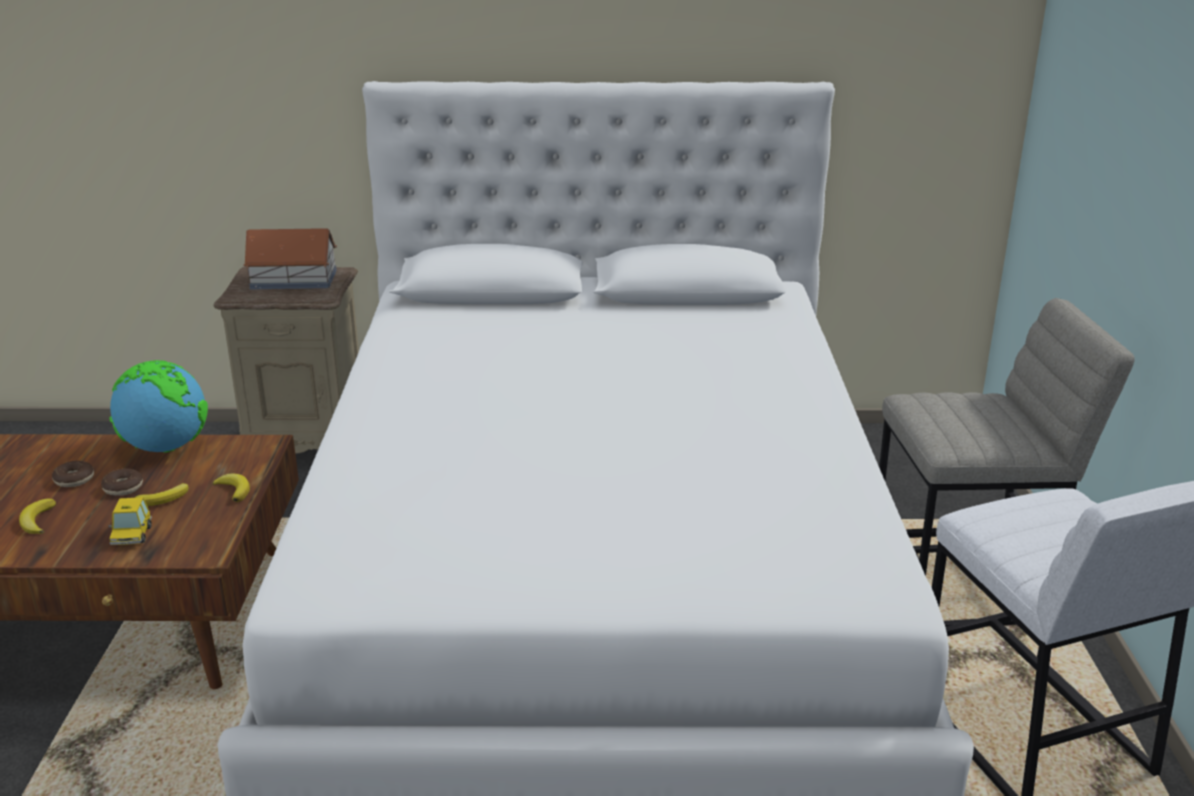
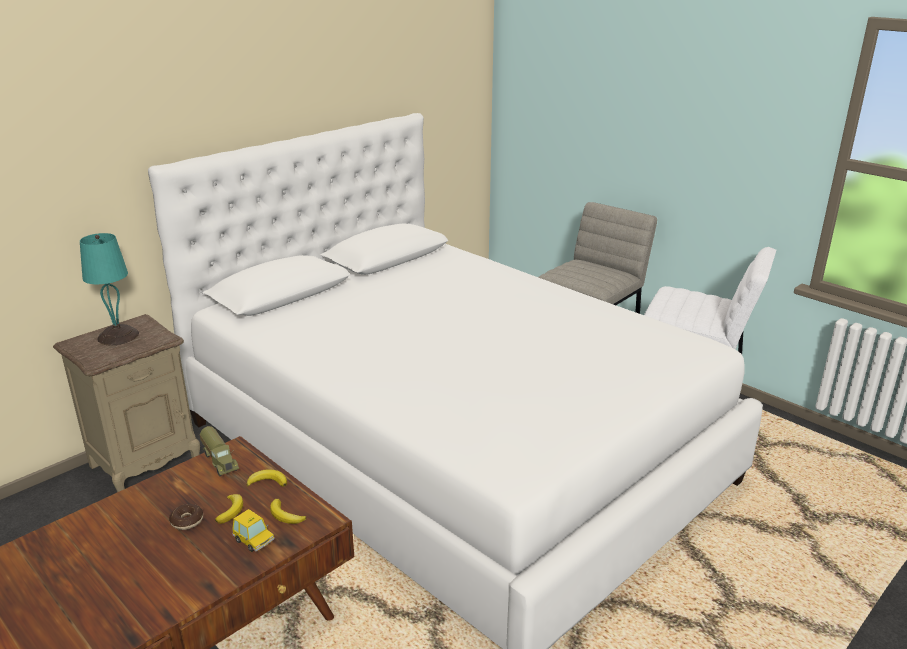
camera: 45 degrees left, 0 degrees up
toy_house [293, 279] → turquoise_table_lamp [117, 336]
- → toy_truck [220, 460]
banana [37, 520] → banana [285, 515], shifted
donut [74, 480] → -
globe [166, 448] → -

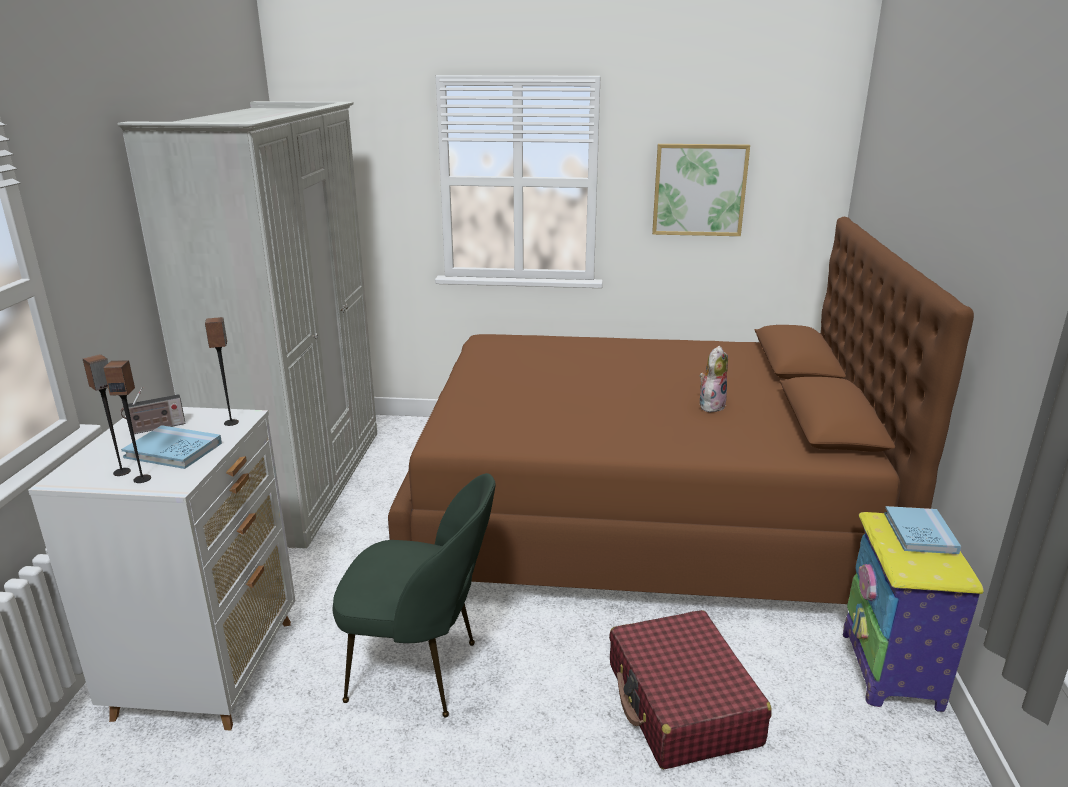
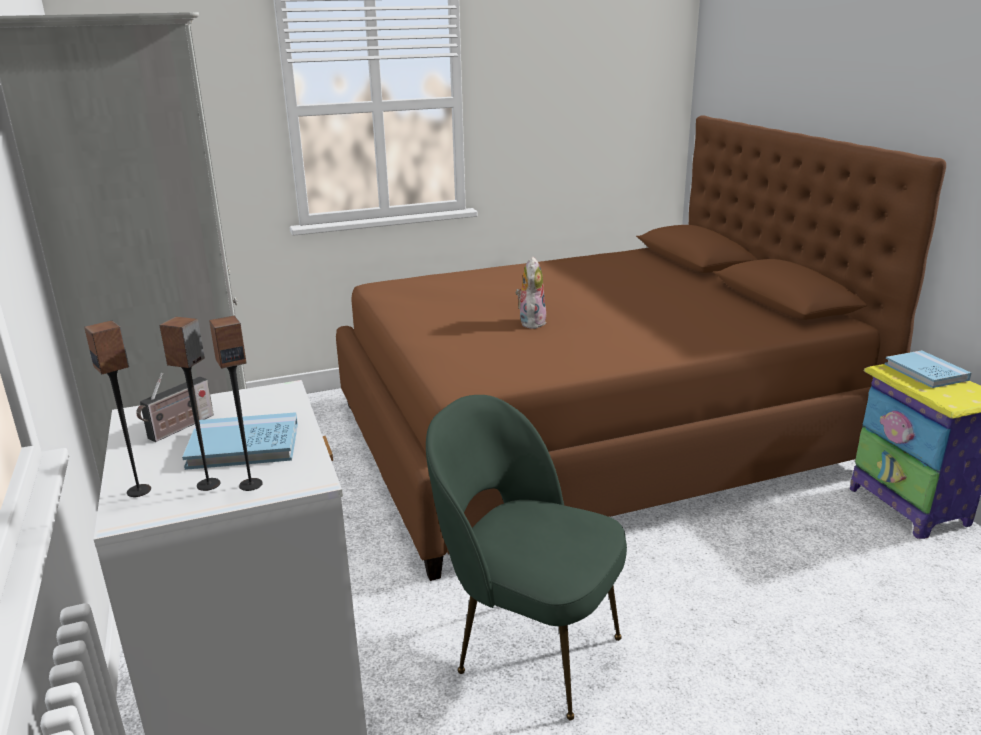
camera: 25 degrees left, 0 degrees up
speaker [231, 422] → speaker [139, 490], shifted
green_chair [423, 674] → green_chair [528, 649], 135 degrees counterclockwise
plush_toy [711, 405] → plush_toy [531, 322], shifted
red_suitcase [682, 704] → -
picture [699, 190] → -

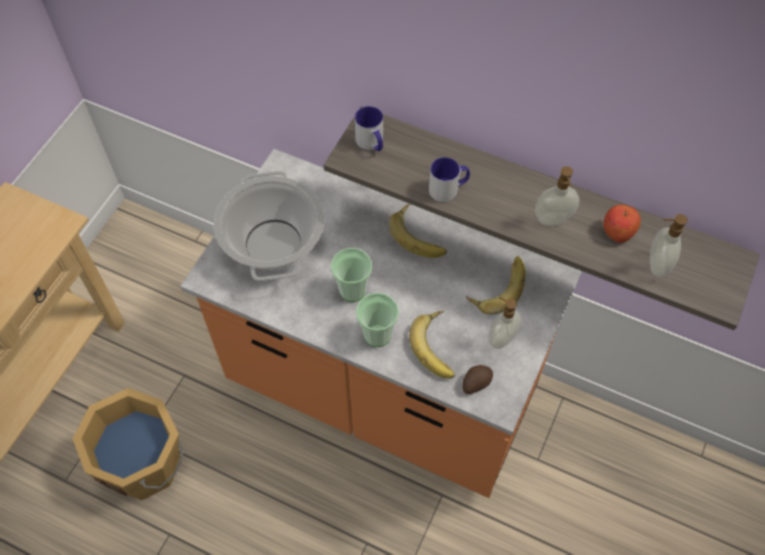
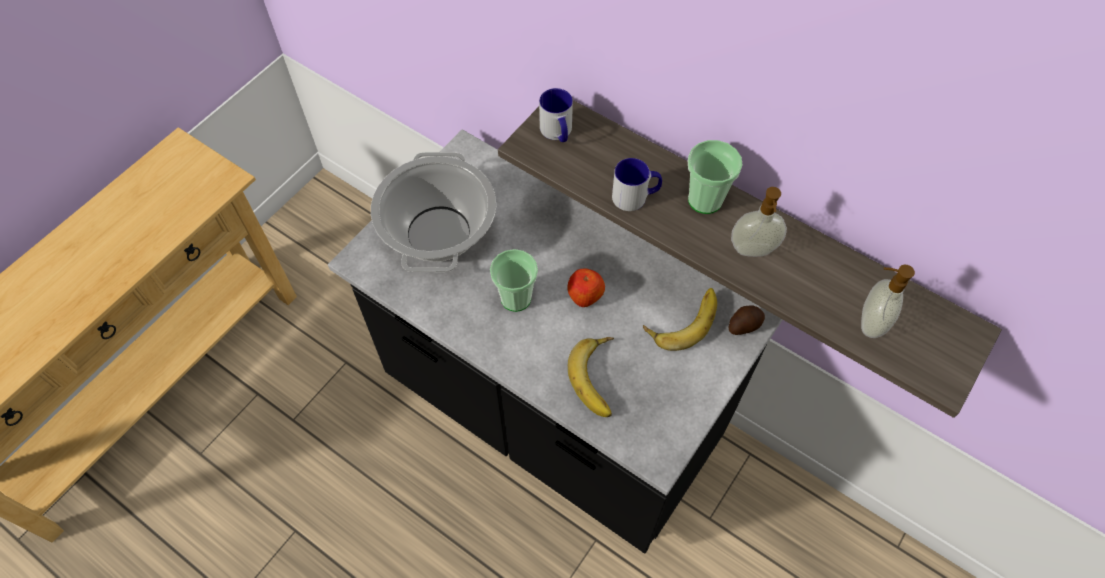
camera: 10 degrees right, 0 degrees up
orange_counter [382, 389] → black_counter [552, 412]
apple [618, 231] → apple [585, 295], shifted
cup [377, 334] → cup [705, 200], shifted
potato [476, 382] → potato [744, 325], shifted
orange_bucket [145, 462] → -
banana [420, 234] → -
soap_dispenser [501, 338] → -

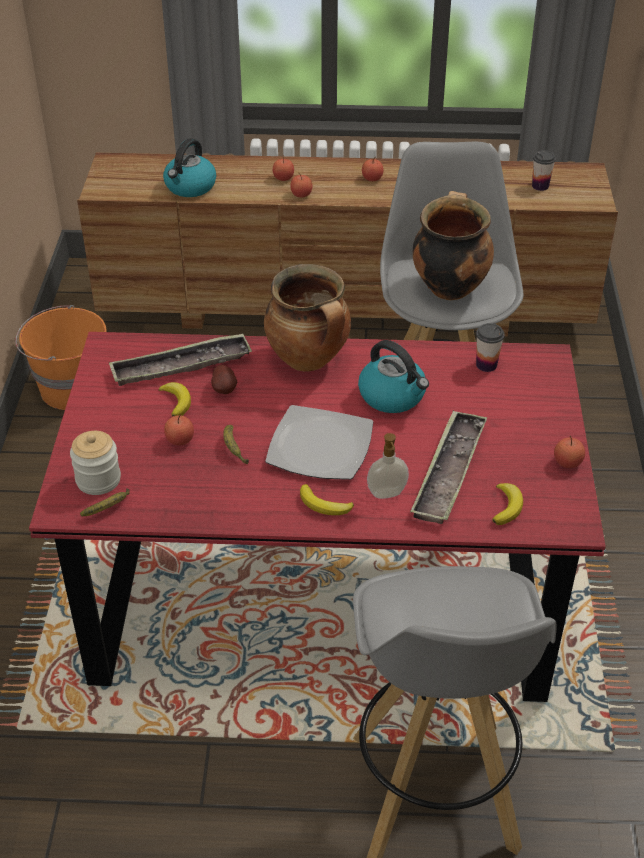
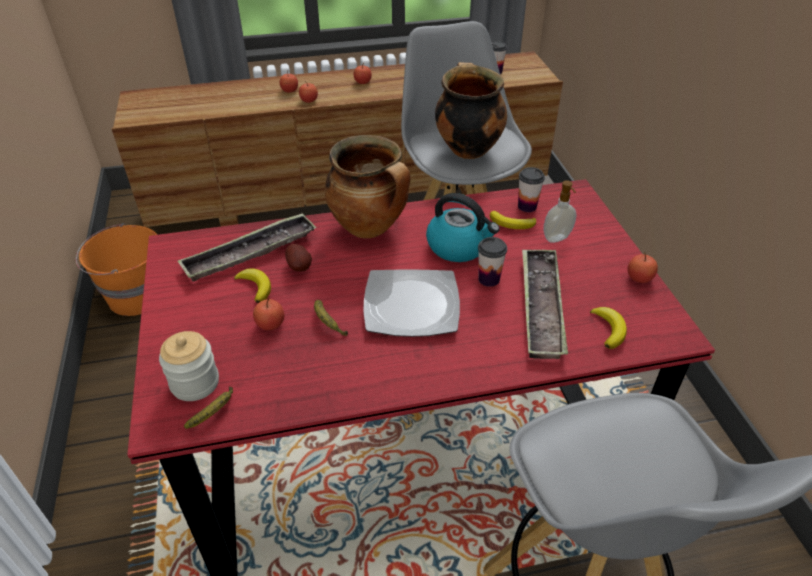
camera: 15 degrees left, 0 degrees up
- → cup [489, 279]
banana [324, 505] → banana [512, 224], shifted
soap_dispenser [387, 494] → soap_dispenser [557, 238], shifted
kettle [190, 187] → -

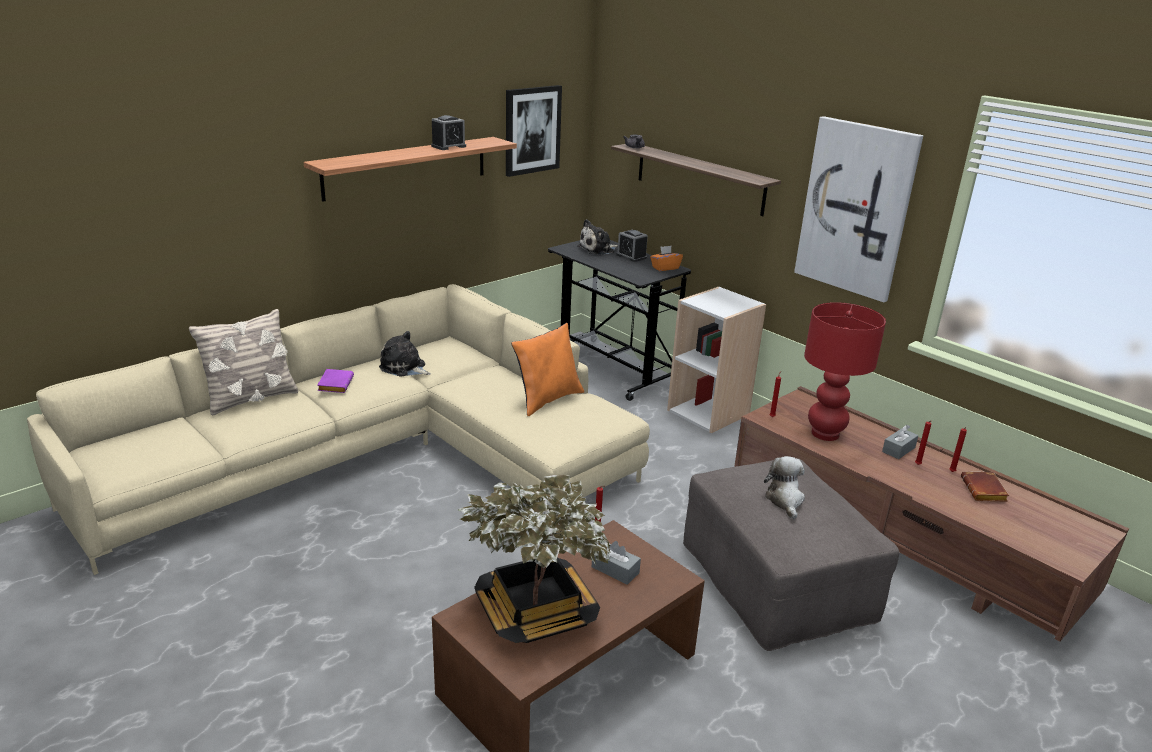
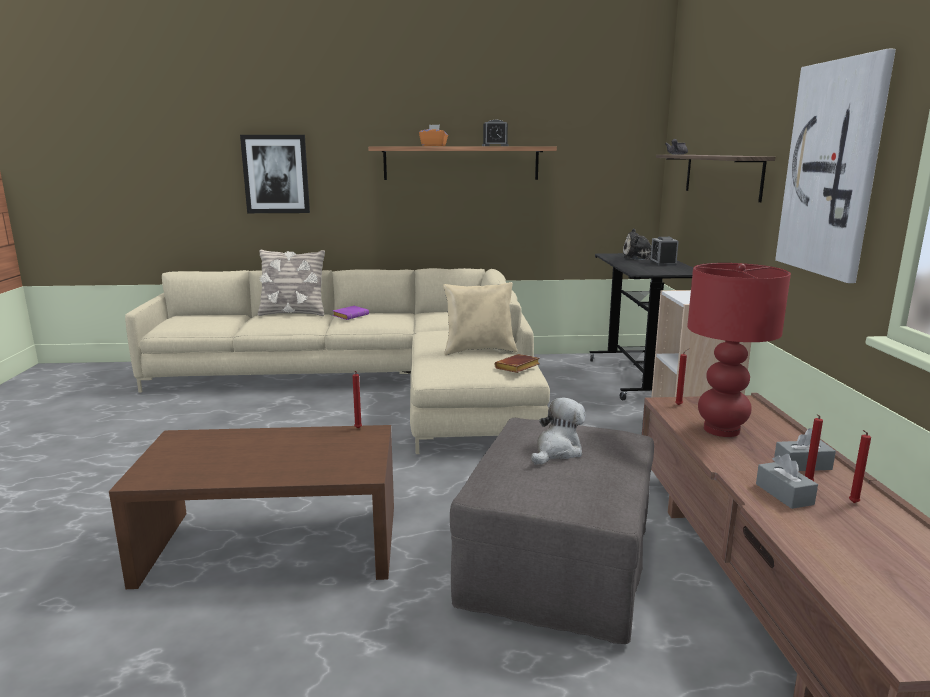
camera: 40 degrees right, 10 degrees down
picture [532, 130] → picture [276, 174], shifted
orange_tissue_box [665, 268] → orange_tissue_box [433, 146], shifted
orange_pillow [547, 399] → beige_pillow [479, 350]
brown_book [985, 491] → brown_book [517, 368], shifted
grey_tissue_box [615, 570] → grey_tissue_box [784, 494], shifted
plush_toy [404, 368] → -
potted_plant [536, 612] → -

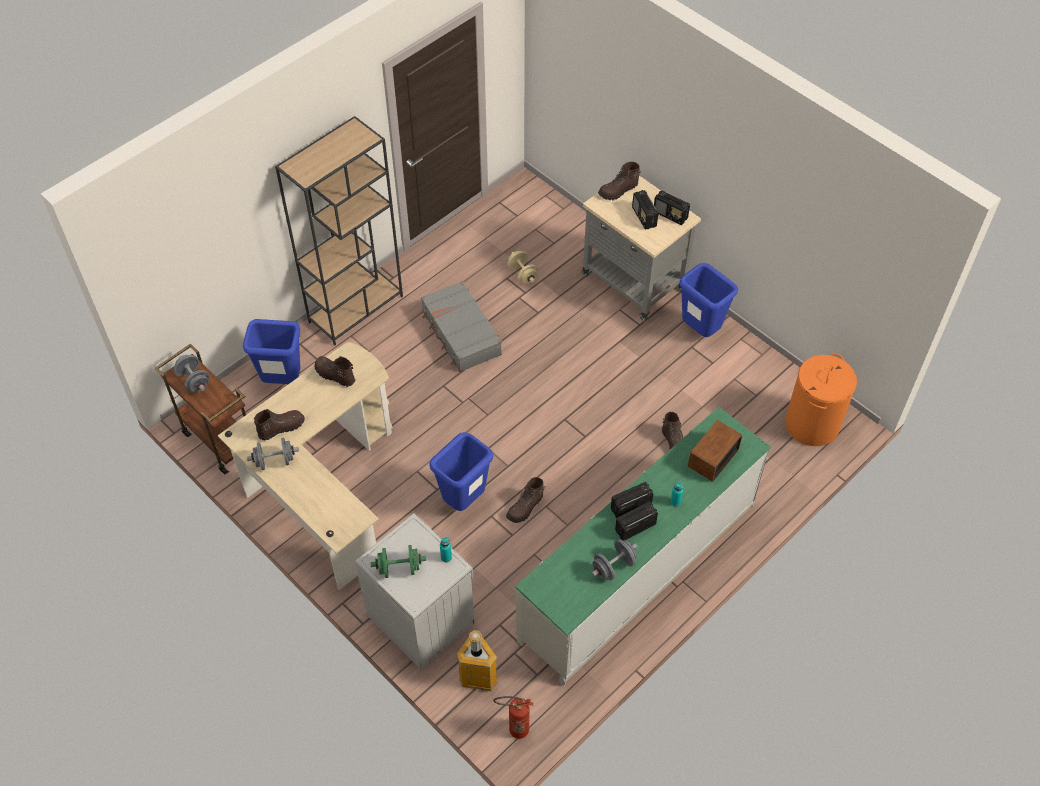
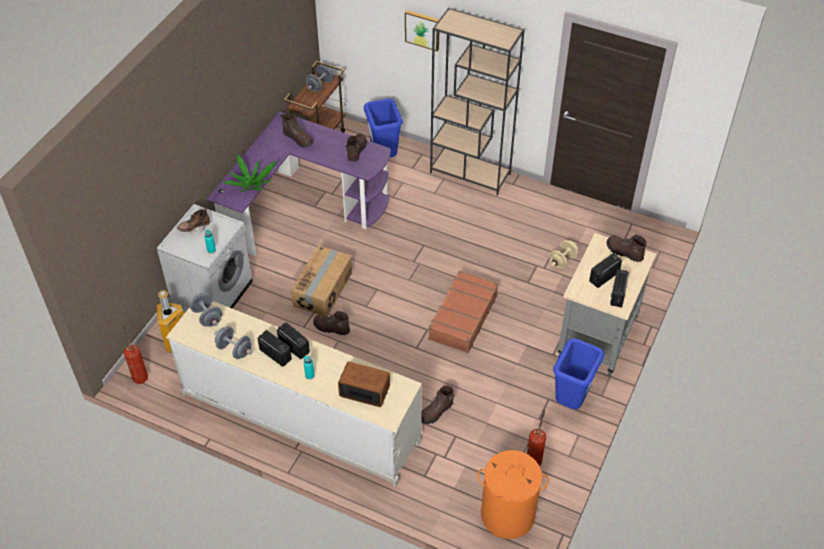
camera: 70 degrees right, 5 degrees down
green_cabinet [639, 571] → beige_cabinet [300, 418]
green_dumbbell [399, 568] → brown_boot [194, 228]
grey_dumbbell [275, 461] → grey_dumbbell [207, 317], shifted
beige_desk [322, 486] → purple_desk [303, 206]
- → potted_plant [251, 186]
blue_trash_can [464, 500] → cardboard_box [323, 289]
- → picture [423, 29]
- → brown_suitcase [462, 317]
- → fire_extinguisher [534, 458]
grey_suitcase [461, 333] → -

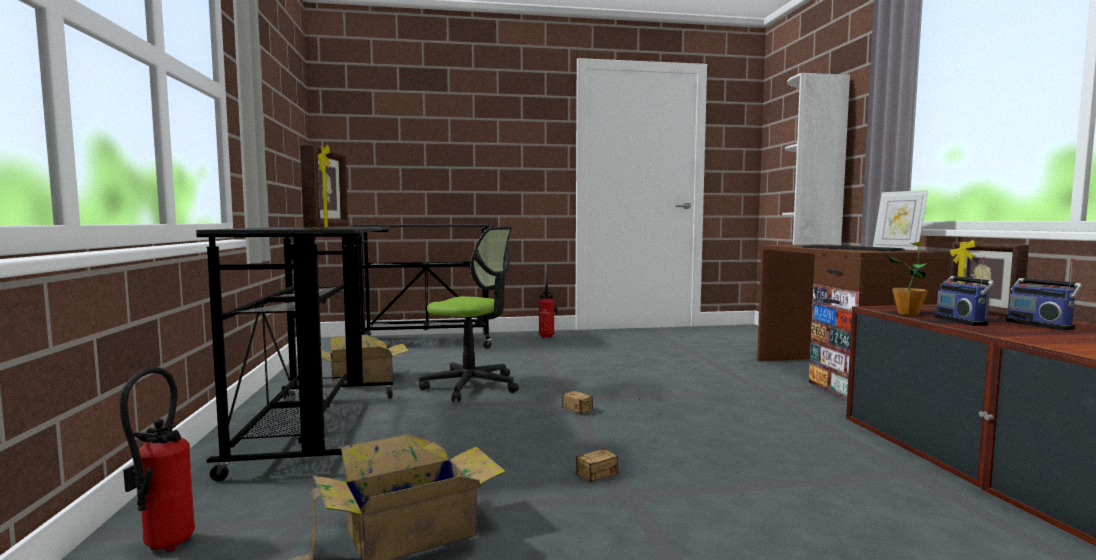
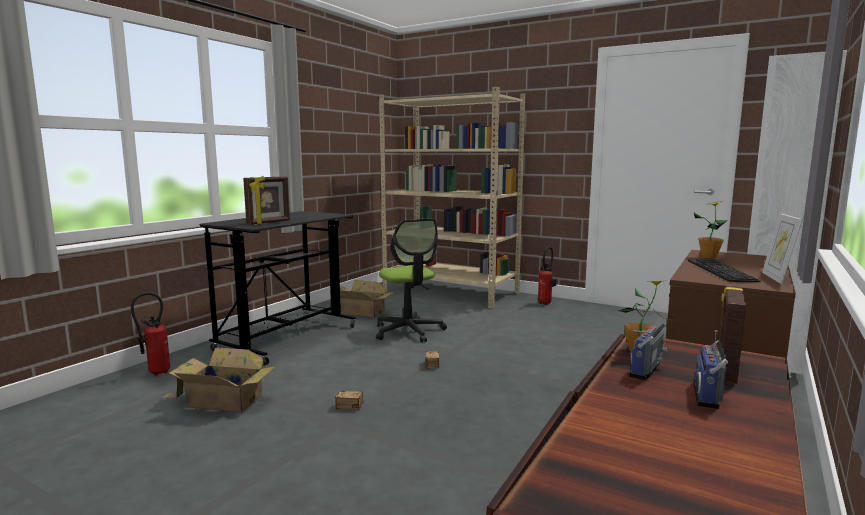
camera: 40 degrees right, 5 degrees up
black_desk [426, 343] → beige_bookcase [450, 292]
- → potted_plant [709, 257]

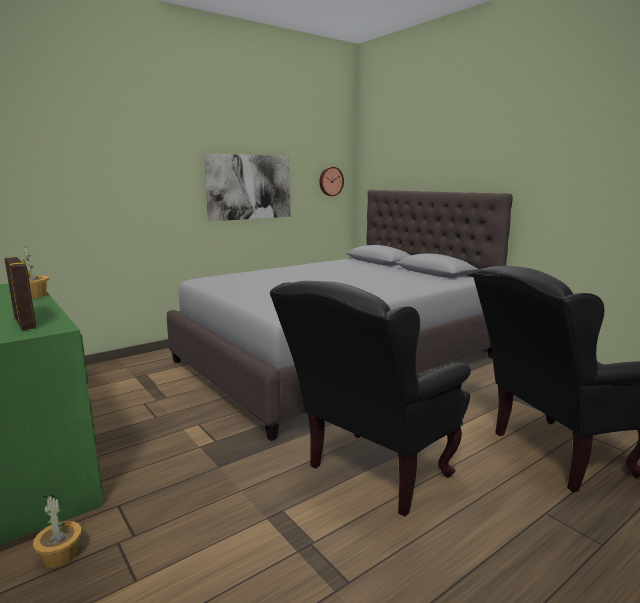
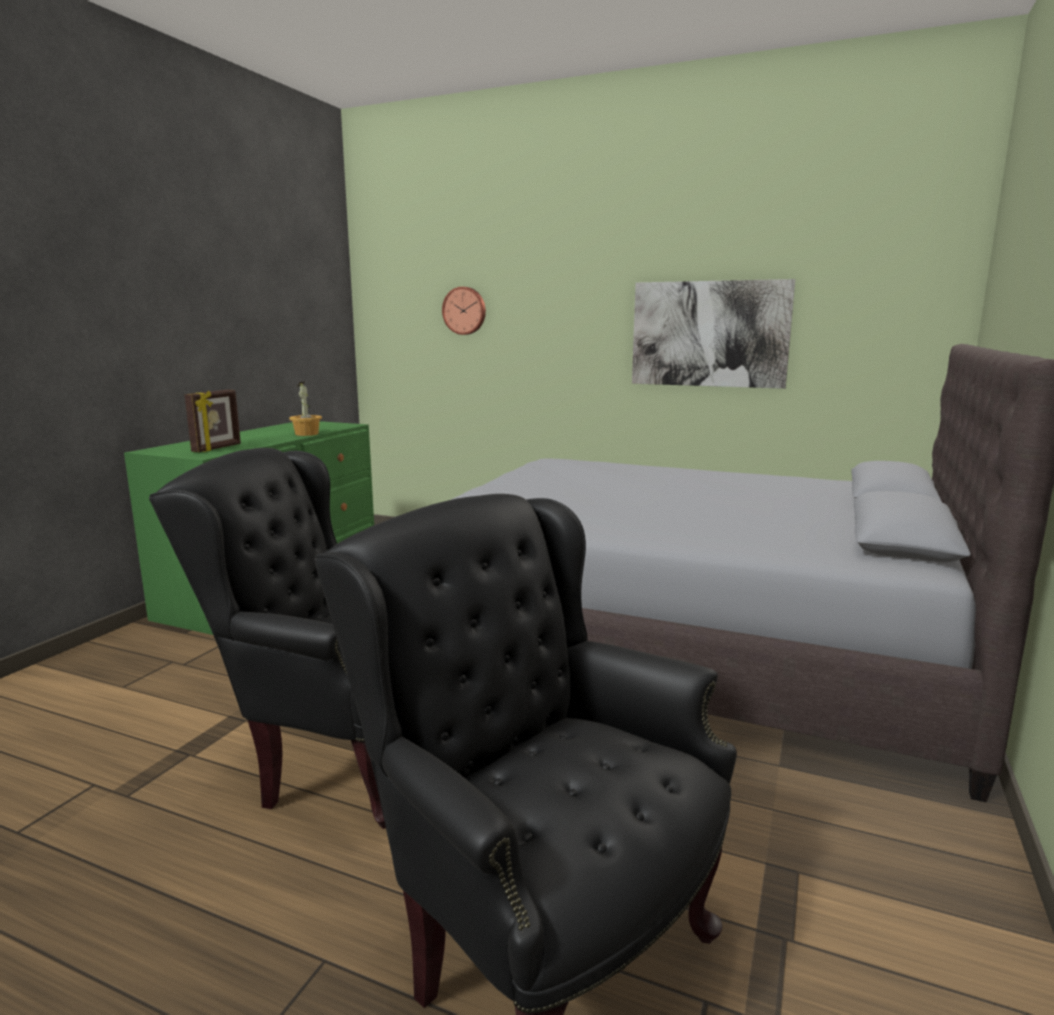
camera: 60 degrees right, 0 degrees up
wall_clock [330, 181] → wall_clock [465, 310], shifted
potted_plant [60, 556] → -

